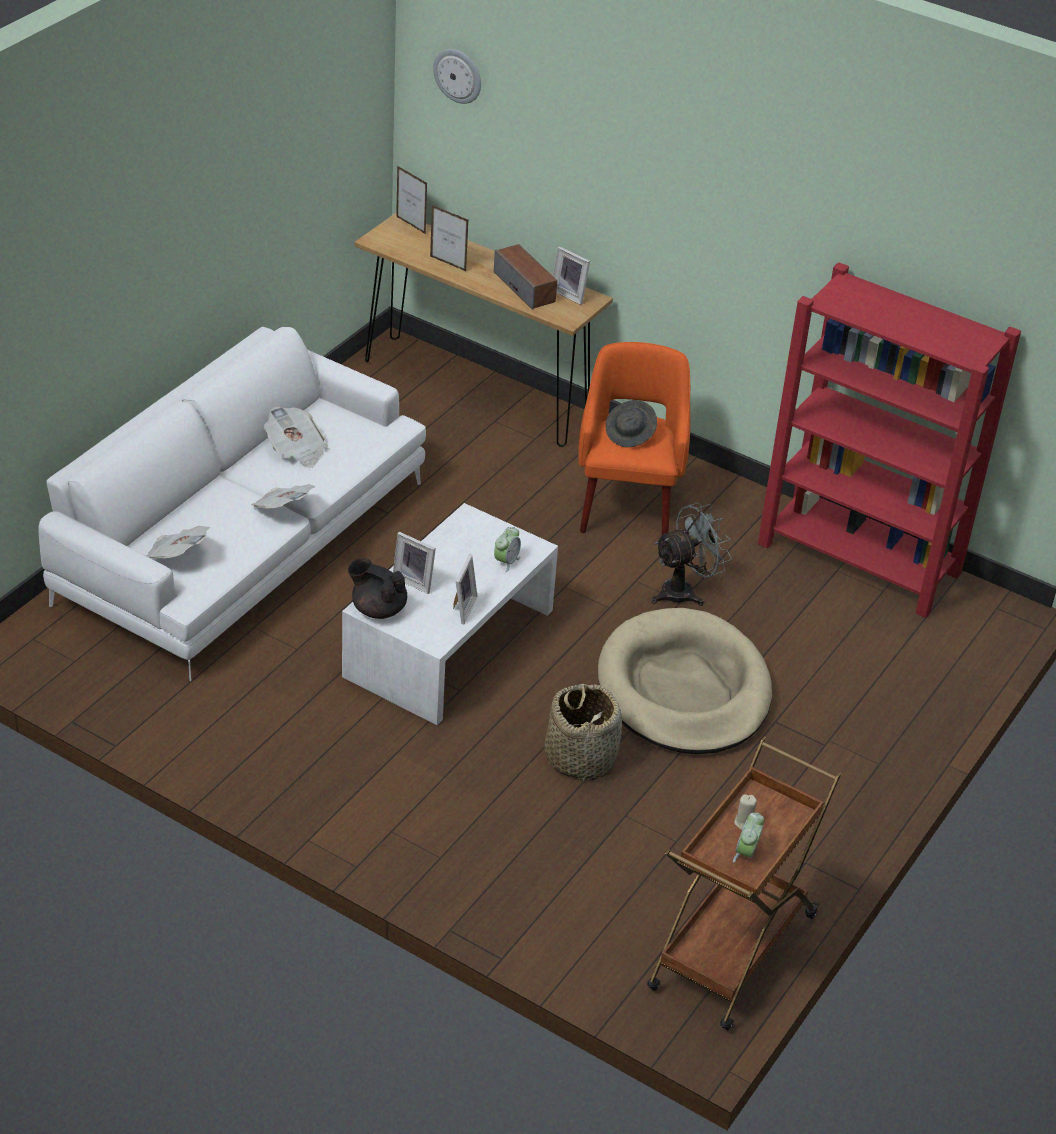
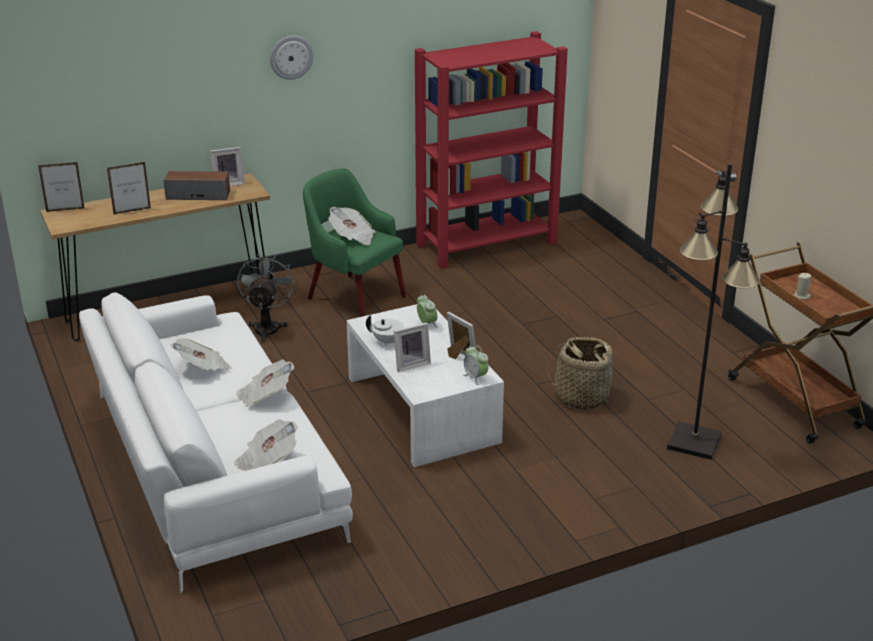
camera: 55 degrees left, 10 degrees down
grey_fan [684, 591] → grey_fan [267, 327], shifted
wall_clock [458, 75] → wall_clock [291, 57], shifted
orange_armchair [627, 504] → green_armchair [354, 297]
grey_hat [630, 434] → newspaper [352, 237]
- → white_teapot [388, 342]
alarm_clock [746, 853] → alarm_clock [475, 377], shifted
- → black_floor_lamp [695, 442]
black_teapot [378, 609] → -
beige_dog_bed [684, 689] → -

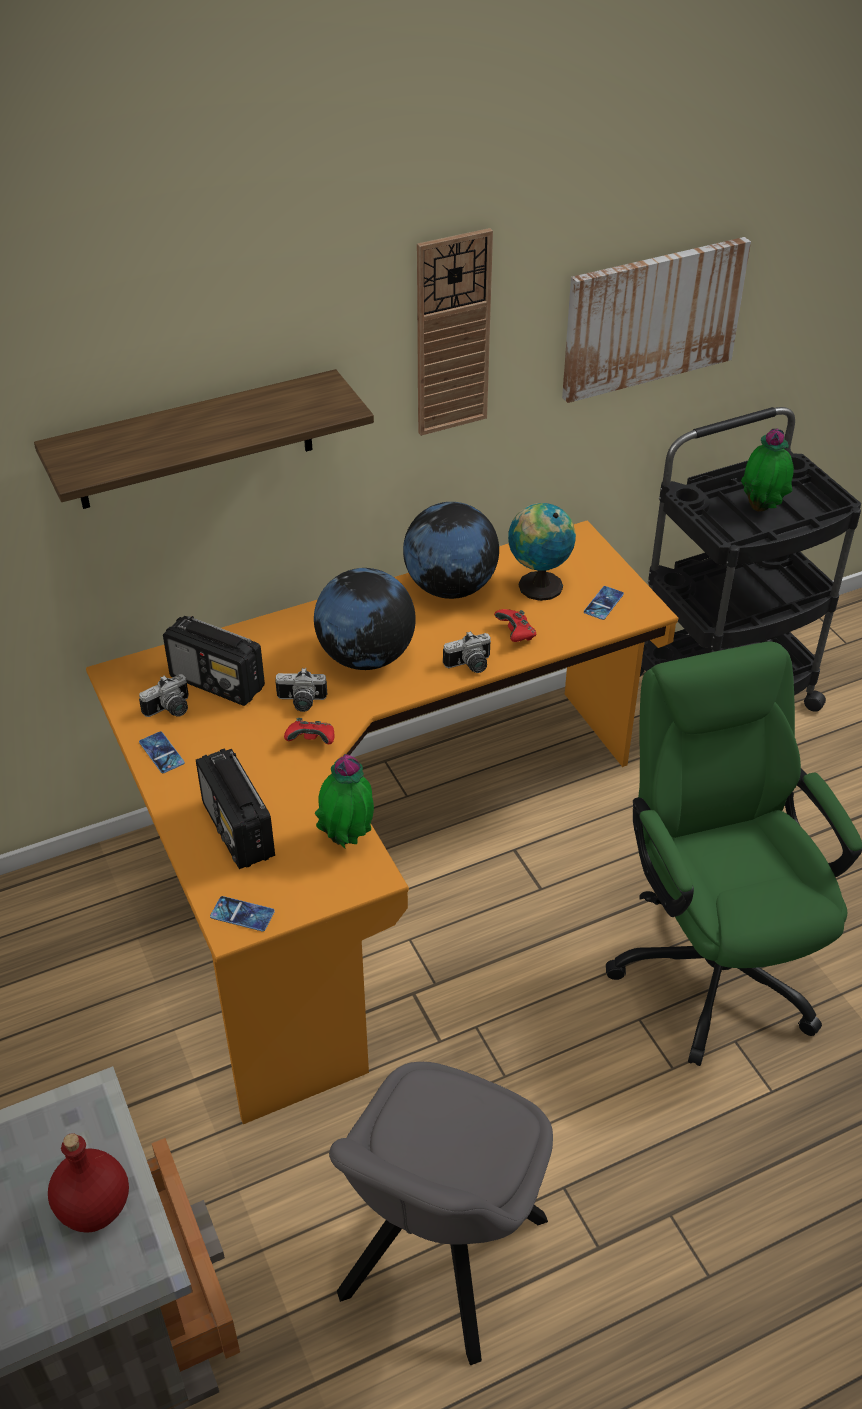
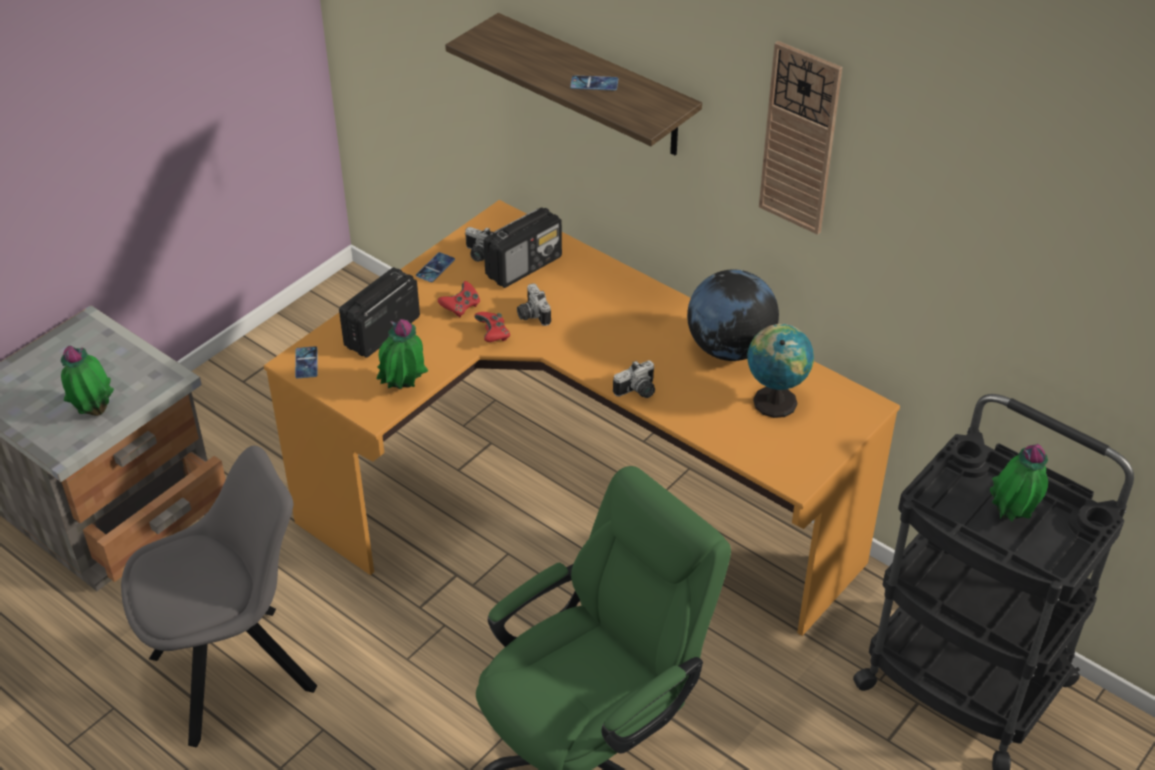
camera: 65 degrees right, 0 degrees up
red_bottle [93, 1208] → potted_plant [94, 411]
grey_chair [441, 1257] → grey_chair [235, 673], 150 degrees clockwise
red_game_controller [516, 635] → red_game_controller [461, 307], shifted
radio [218, 683] → radio [524, 266], 135 degrees counterclockwise
phone [603, 603] → phone [594, 83], shifted
photo_camera [470, 666] → photo_camera [638, 392], 75 degrees counterclockwise
globe [366, 657] → -
picture [652, 318] → -

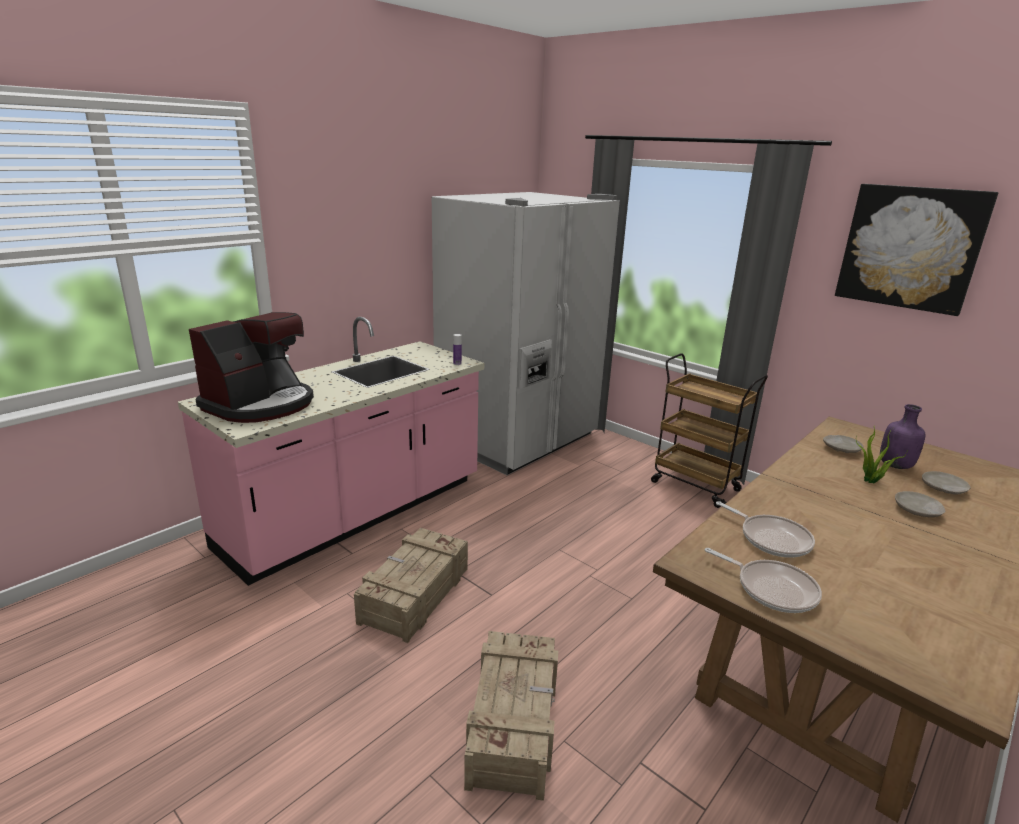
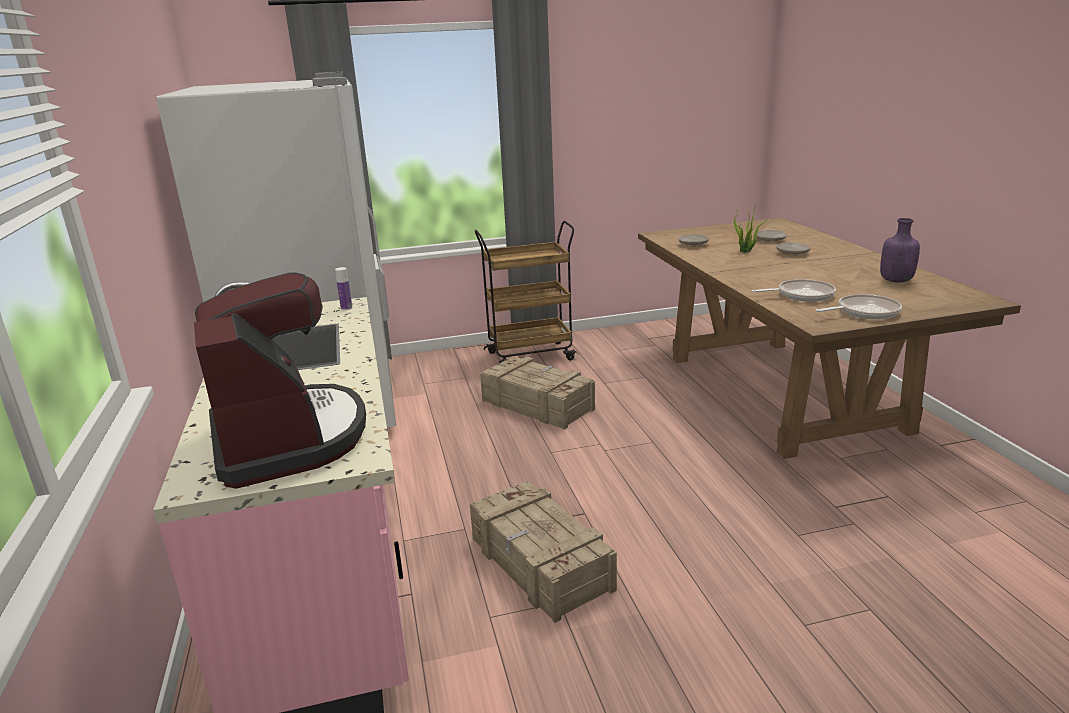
camera: 55 degrees left, 0 degrees up
crate [514, 722] → crate [537, 404], shifted
purple_bottle [895, 465] → purple_bottle [895, 280], shifted
picture [910, 248] → -

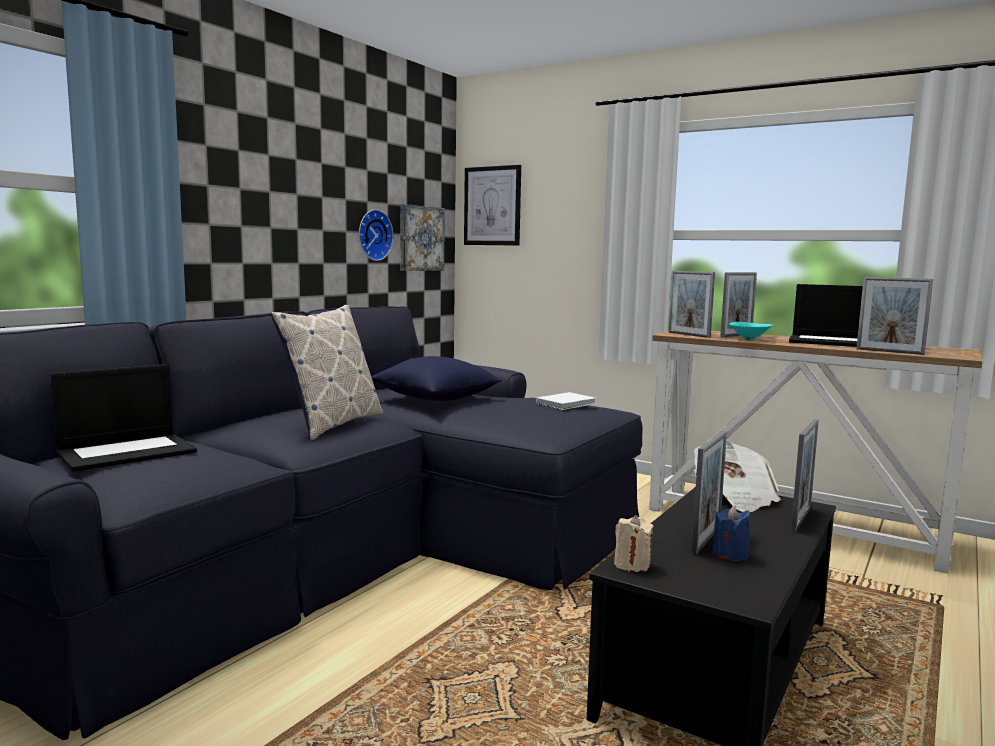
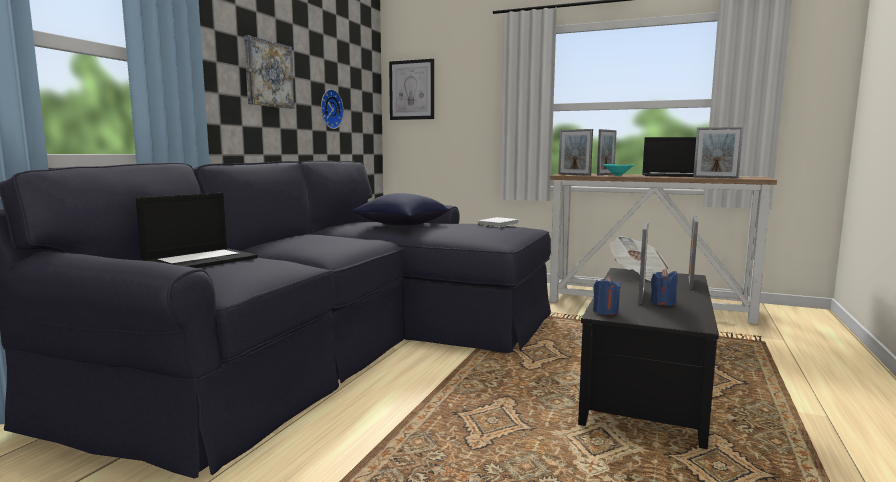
camera: 10 degrees left, 0 degrees up
picture [420, 238] → picture [268, 74], shifted
beige_candle [632, 565] → blue_candle [605, 312]
pillow [332, 424] → -

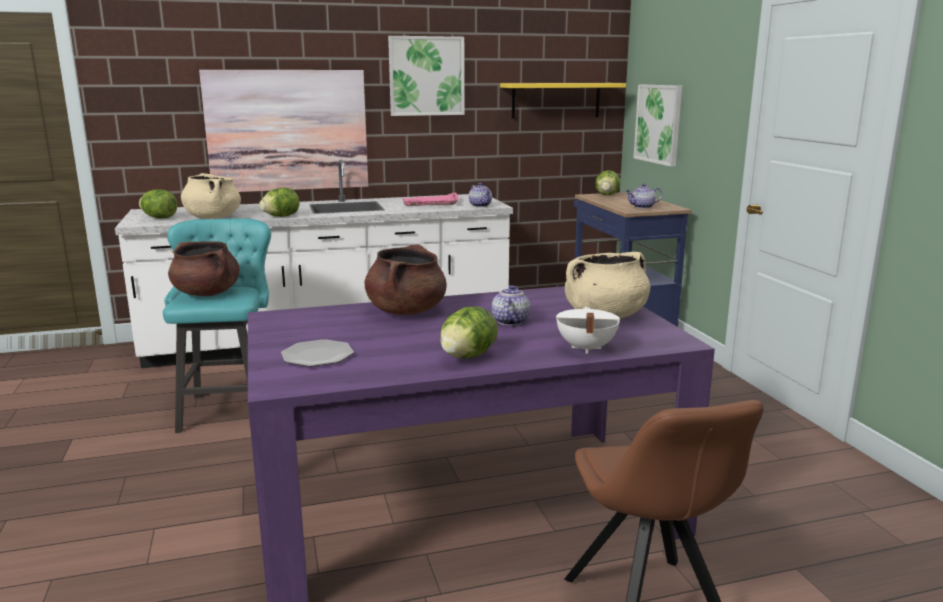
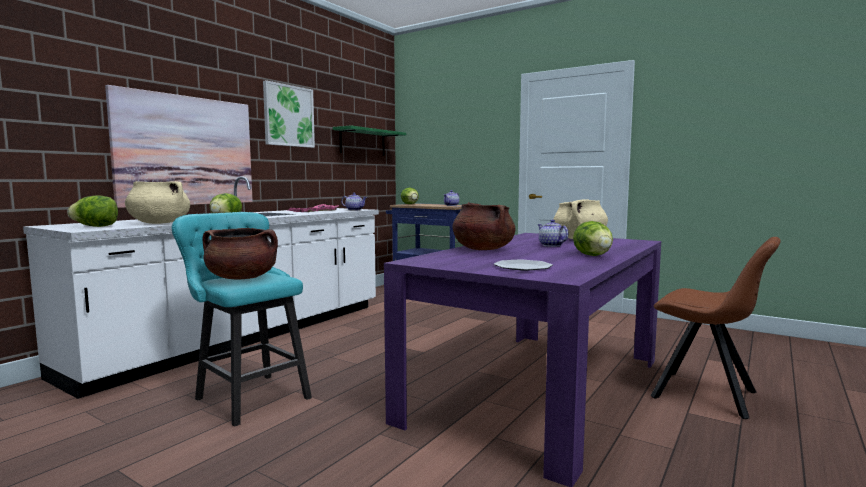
camera: 40 degrees left, 10 degrees down
yellow_shelf [556, 100] → green_shelf [362, 142]
white_cooking_pot [585, 348] → -
picture [658, 124] → -

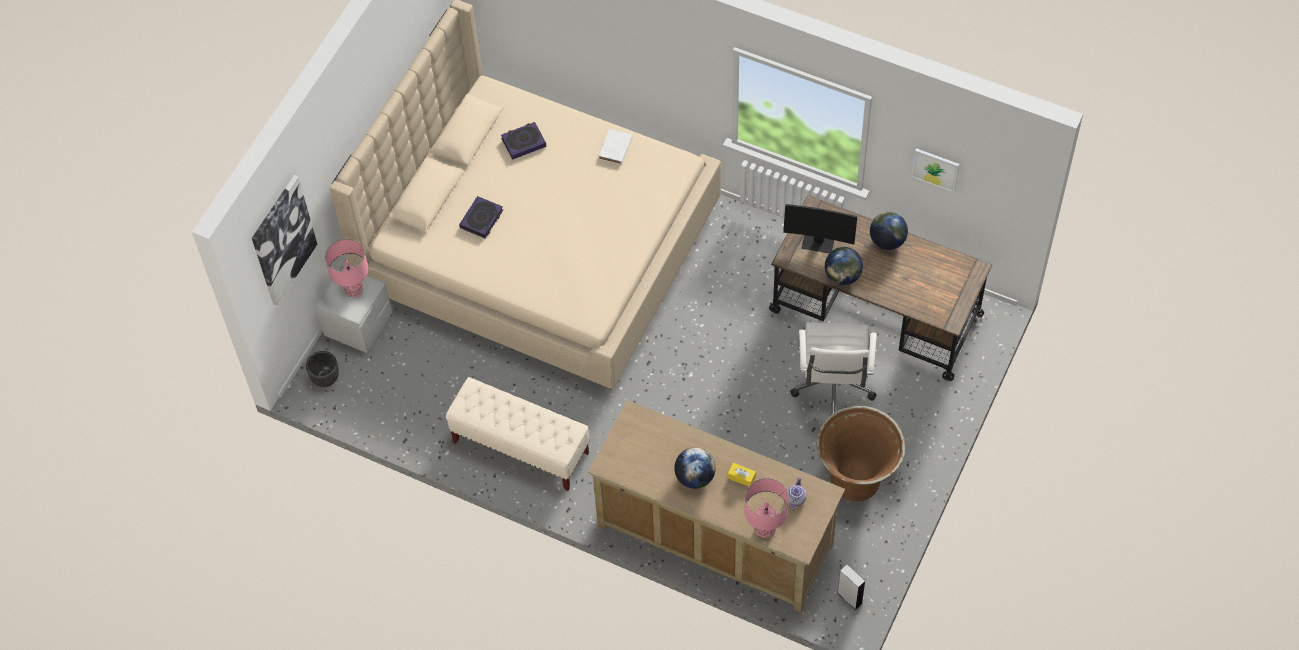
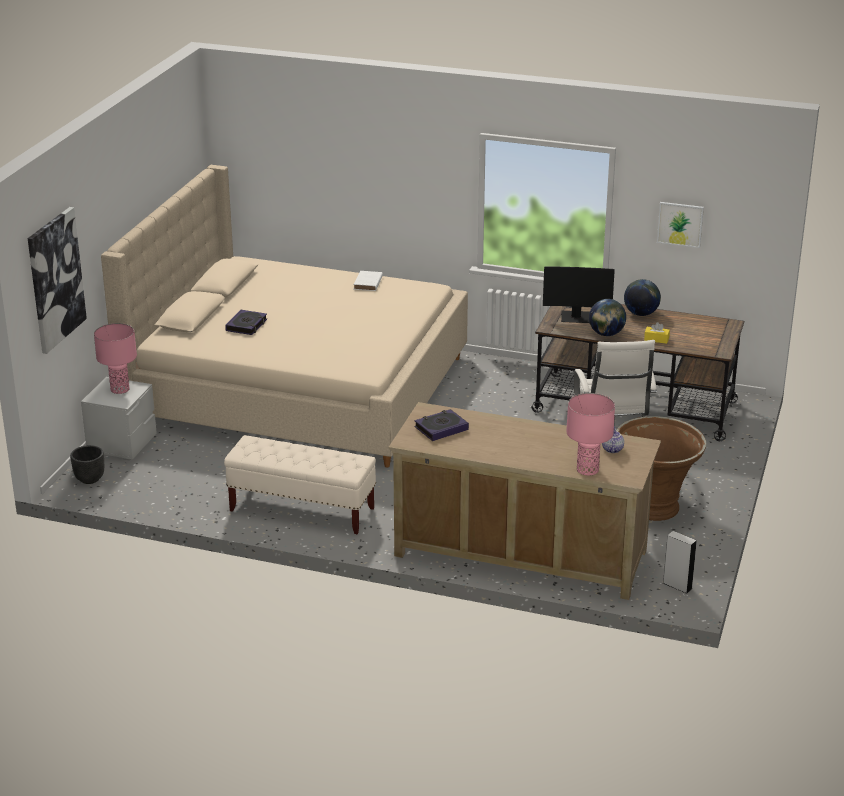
camera: 10 degrees left, 30 degrees down
book [523, 142] → book [441, 428], shifted
yellow_tissue_box [741, 477] → yellow_tissue_box [656, 339], shifted
globe [695, 477] → -

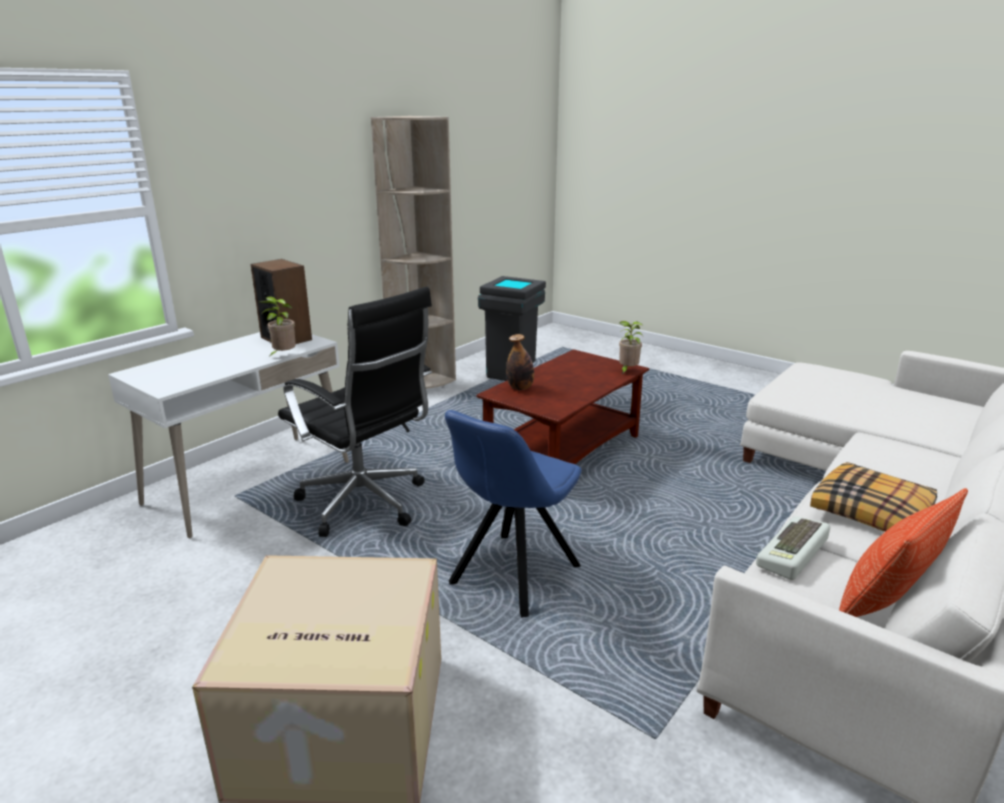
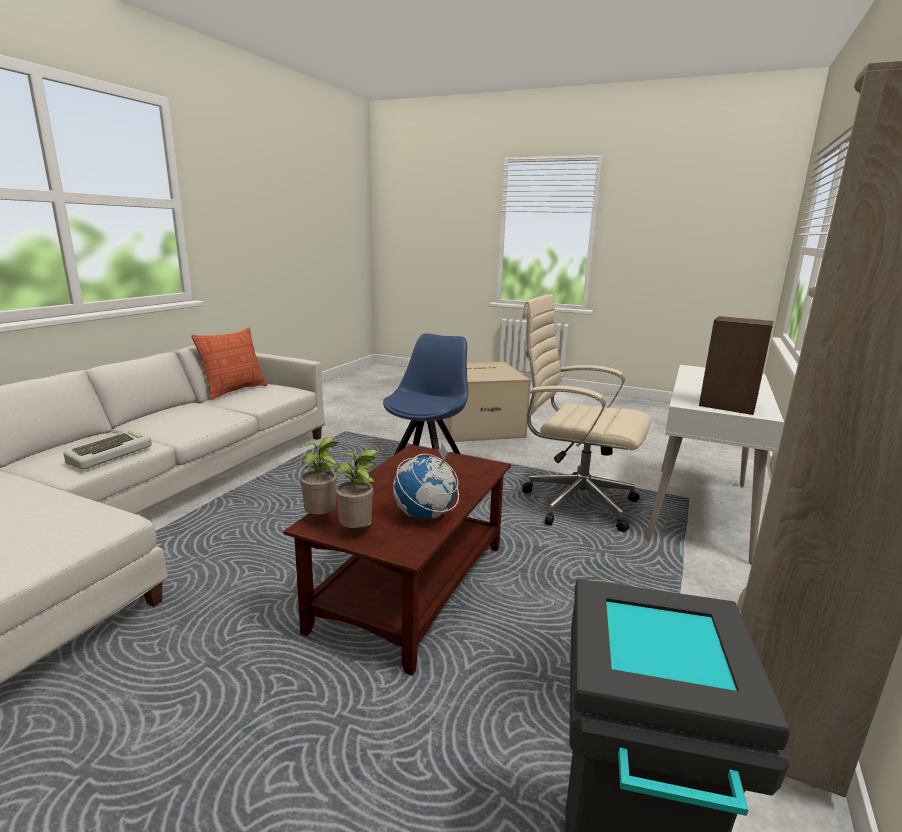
camera: 165 degrees right, 5 degrees down
keyboard [794, 554] → keyboard [110, 454], shifted
potted_plant [283, 356] → potted_plant [358, 531], shifted
- → globe [425, 515]
black_office_chair [366, 505] → beige_office_chair [573, 503]
bottle [520, 388] → -
pillow [871, 512] → -

